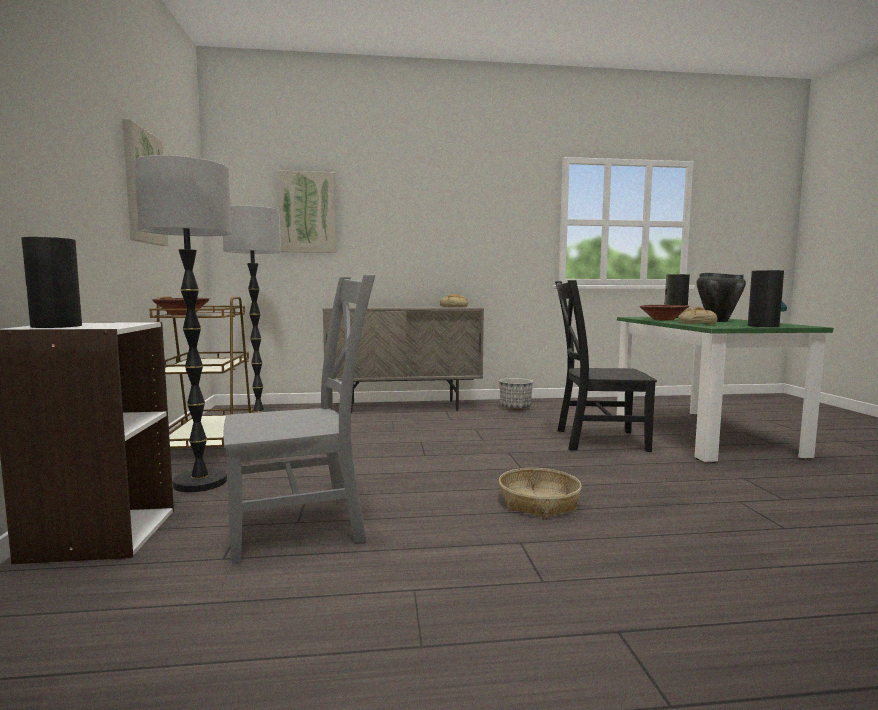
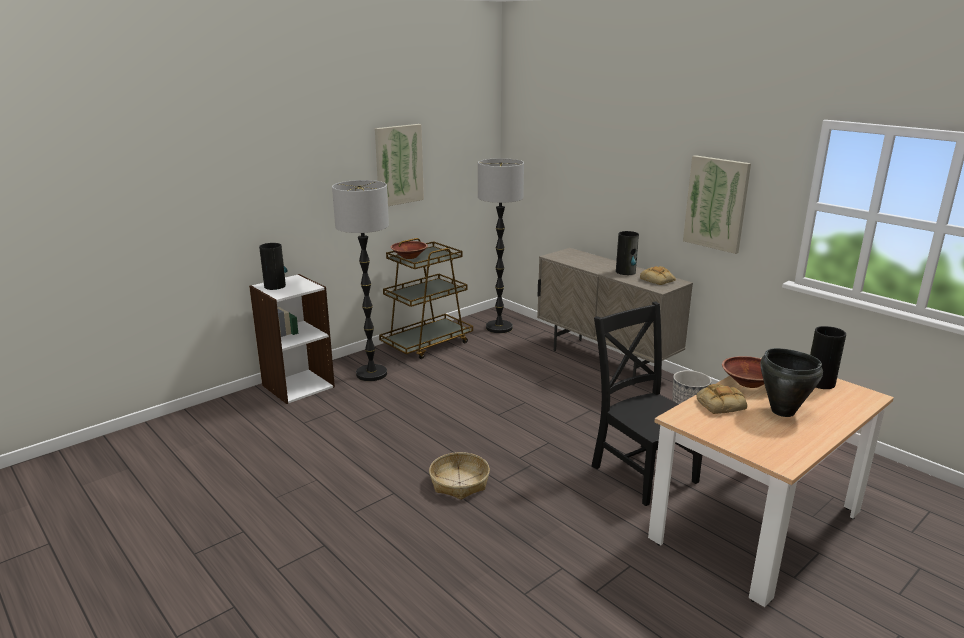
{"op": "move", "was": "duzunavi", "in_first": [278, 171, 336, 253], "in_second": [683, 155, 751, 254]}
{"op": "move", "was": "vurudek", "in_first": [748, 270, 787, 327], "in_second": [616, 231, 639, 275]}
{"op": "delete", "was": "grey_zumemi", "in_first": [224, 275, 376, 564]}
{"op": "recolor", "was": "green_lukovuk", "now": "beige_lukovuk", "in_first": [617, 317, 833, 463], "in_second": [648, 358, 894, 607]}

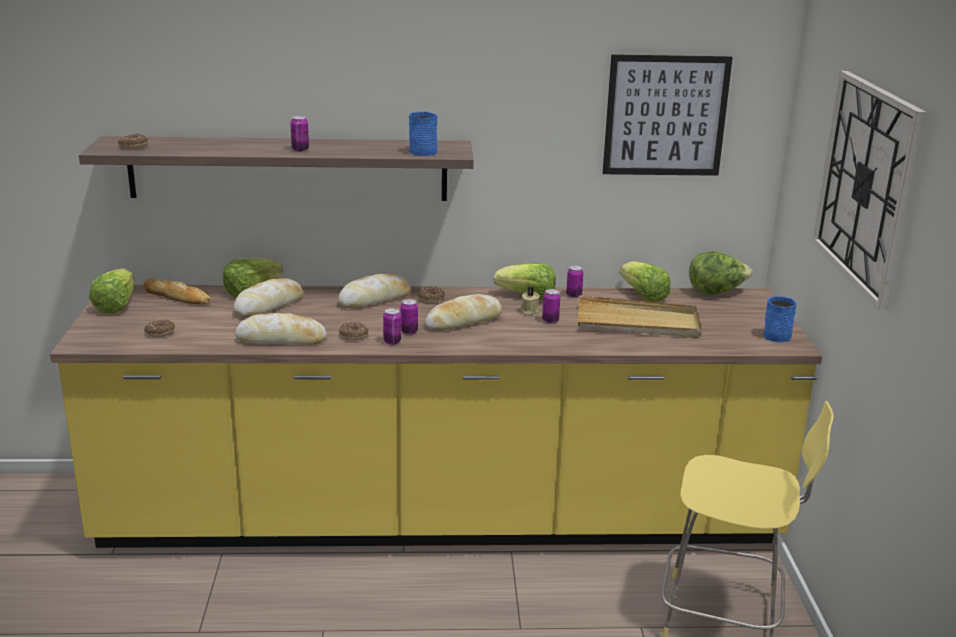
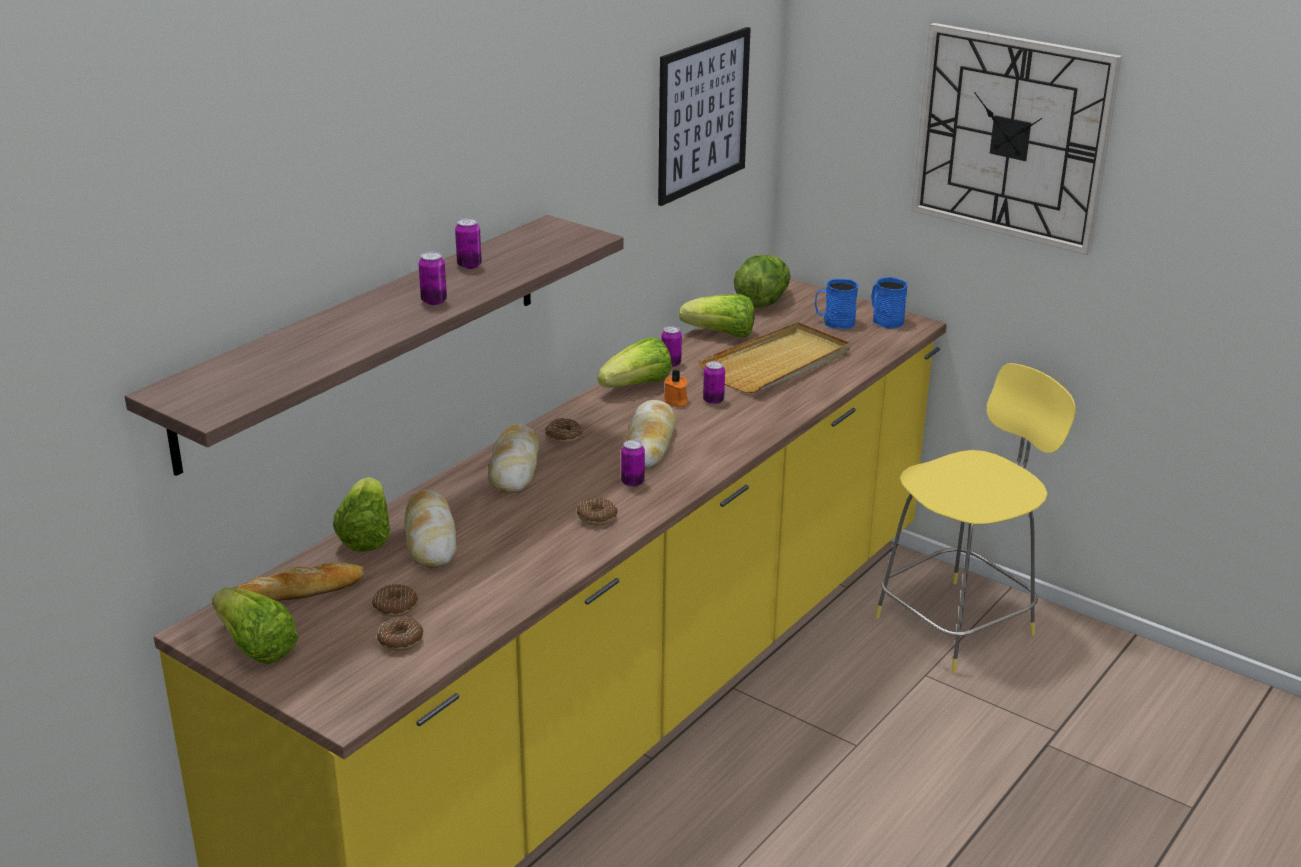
{"op": "move", "was": "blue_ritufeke", "in_first": [409, 111, 437, 156], "in_second": [815, 279, 859, 329]}
{"op": "move", "was": "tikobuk", "in_first": [118, 134, 148, 149], "in_second": [372, 584, 418, 617]}
{"op": "recolor", "was": "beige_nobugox", "now": "orange_nobugox", "in_first": [520, 287, 540, 316], "in_second": [663, 370, 688, 407]}
{"op": "move", "was": "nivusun", "in_first": [383, 308, 401, 345], "in_second": [455, 218, 482, 269]}
{"op": "delete", "was": "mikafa", "in_first": [235, 313, 327, 345]}

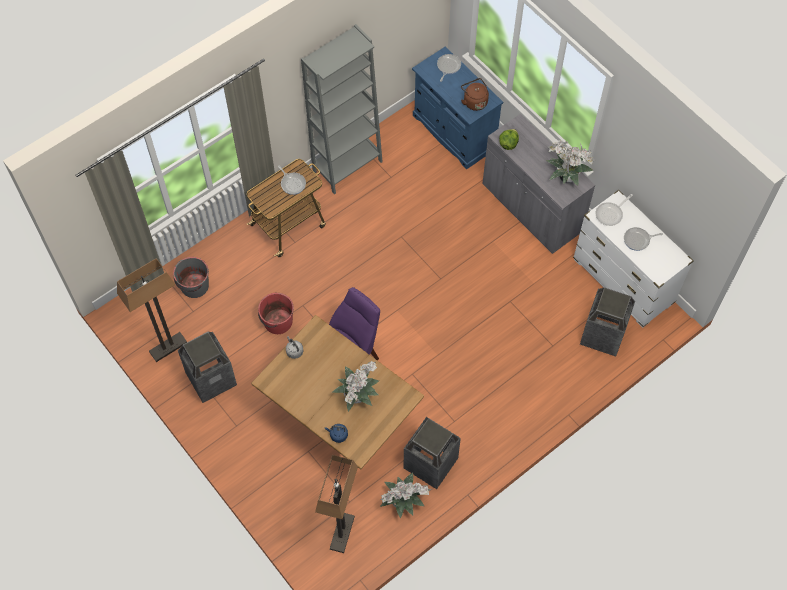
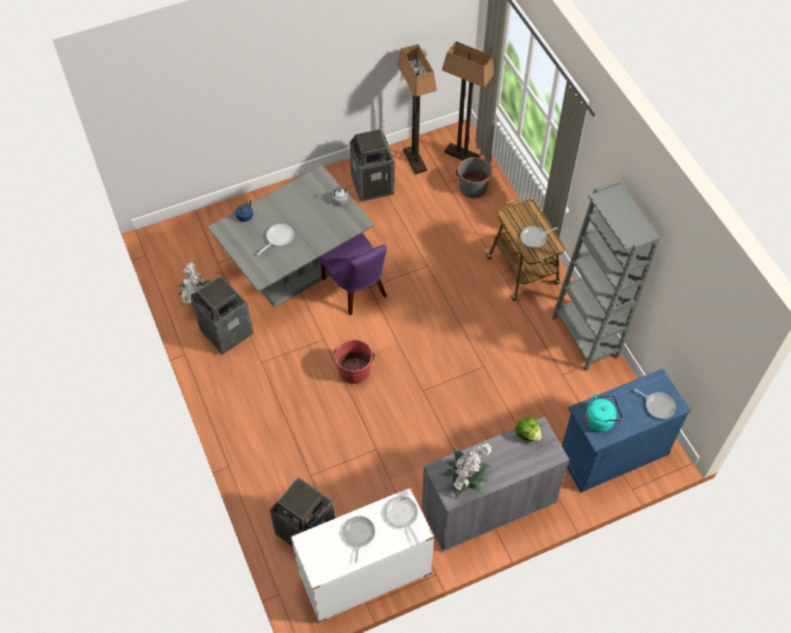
{"op": "recolor", "was": "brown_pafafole", "now": "turquoise_pafafole", "in_first": [461, 78, 489, 111], "in_second": [585, 394, 622, 432]}
{"op": "move", "was": "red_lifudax", "in_first": [258, 292, 294, 334], "in_second": [334, 339, 375, 384]}
{"op": "recolor", "was": "brown_lukovuk", "now": "grey_lukovuk", "in_first": [251, 315, 424, 469], "in_second": [208, 165, 374, 308]}
{"op": "replace", "was": "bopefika", "now": "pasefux", "in_first": [333, 361, 379, 412], "in_second": [257, 223, 294, 255]}
{"op": "move", "was": "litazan", "in_first": [315, 455, 358, 553], "in_second": [442, 41, 494, 161]}

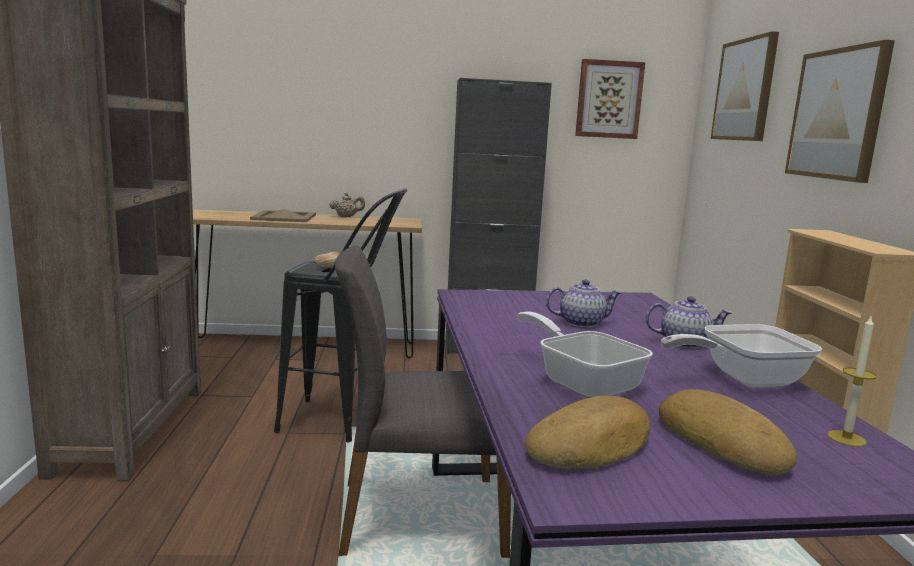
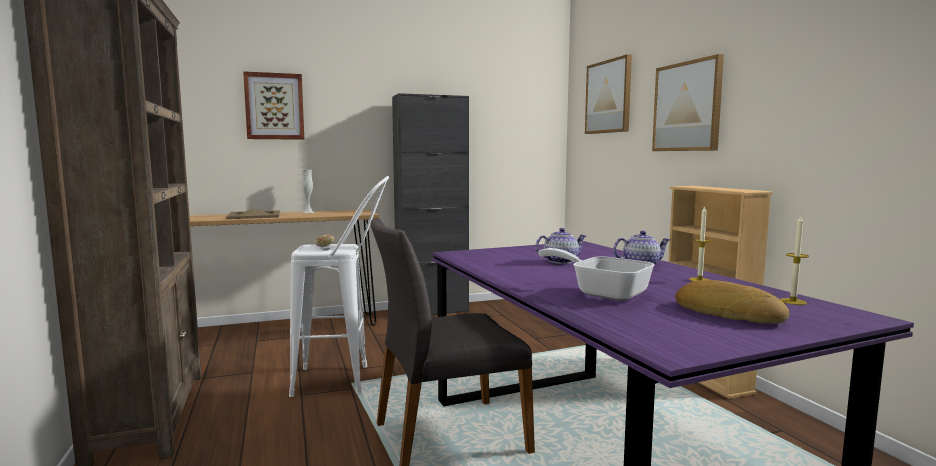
{"op": "move", "was": "duzunavi", "in_first": [575, 59, 645, 139], "in_second": [243, 71, 304, 140]}
{"op": "recolor", "was": "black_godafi", "now": "white_godafi", "in_first": [274, 188, 407, 442], "in_second": [289, 176, 389, 397]}
{"op": "replace", "was": "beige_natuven", "now": "white_vurudek", "in_first": [329, 192, 365, 217], "in_second": [301, 170, 314, 213]}
{"op": "replace", "was": "pasefux", "now": "nobugox", "in_first": [661, 324, 822, 387], "in_second": [689, 206, 712, 282]}
{"op": "delete", "was": "mikafa", "in_first": [525, 395, 650, 469]}

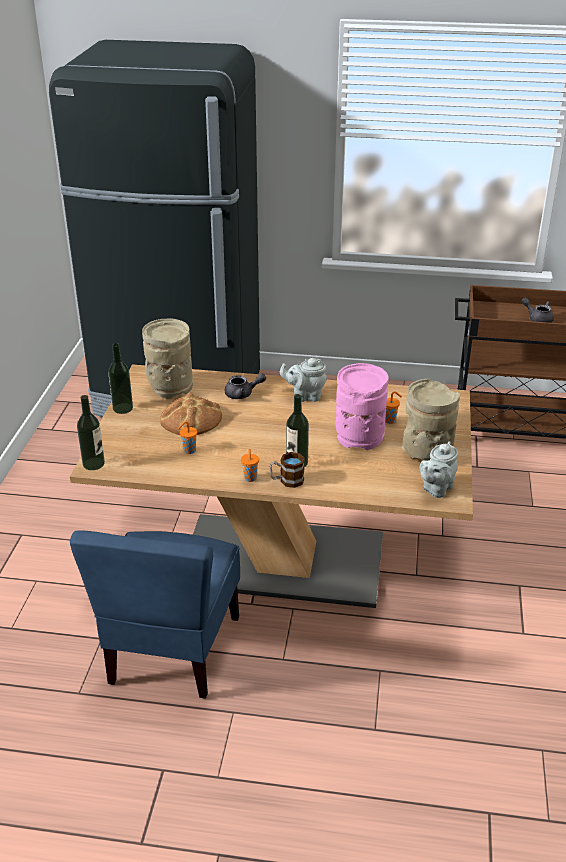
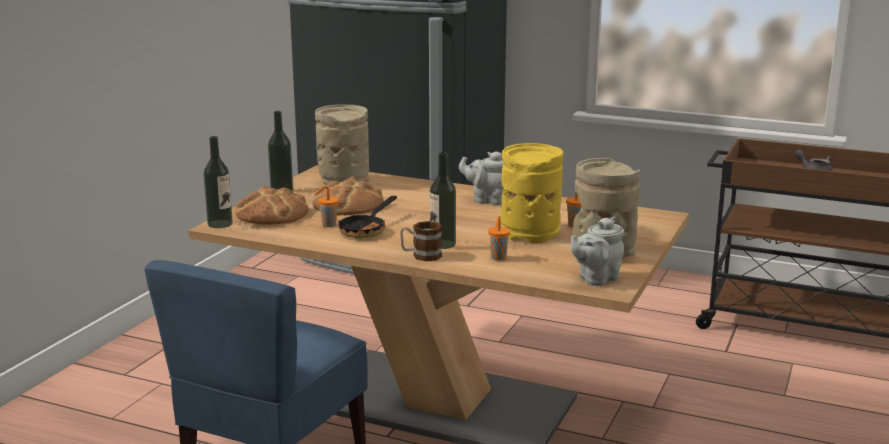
{"op": "recolor", "was": "pink_vurudek", "now": "yellow_vurudek", "in_first": [335, 363, 389, 450], "in_second": [501, 143, 563, 244]}
{"op": "delete", "was": "grey_natuven", "in_first": [225, 374, 266, 399]}
{"op": "move", "was": "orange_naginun", "in_first": [241, 449, 259, 482], "in_second": [488, 216, 510, 260]}
{"op": "insert", "now": "mikafa", "in_second": [236, 185, 309, 224]}
{"op": "insert", "now": "pasefux", "in_second": [338, 196, 397, 239]}

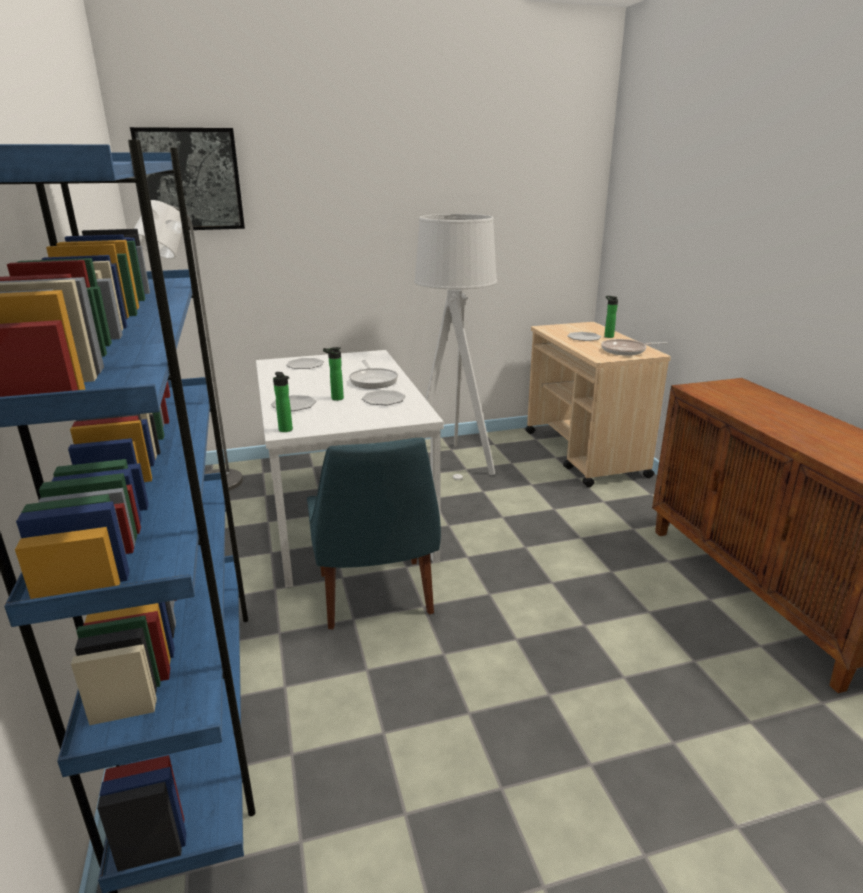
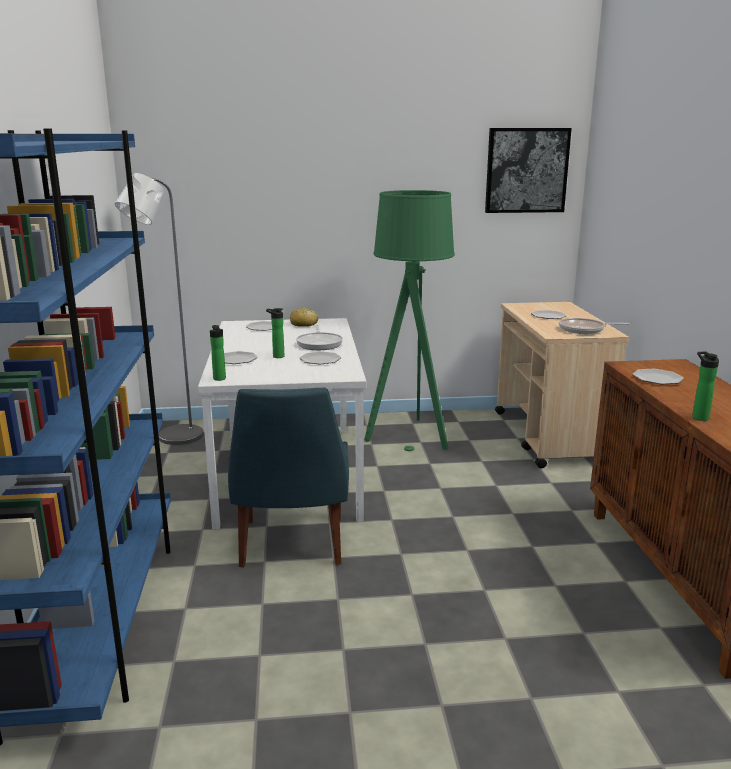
{"op": "move", "was": "duzunavi", "in_first": [130, 127, 245, 231], "in_second": [485, 128, 572, 213]}
{"op": "recolor", "was": "grey_litazan", "now": "green_litazan", "in_first": [414, 214, 497, 480], "in_second": [364, 190, 455, 451]}
{"op": "move", "was": "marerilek", "in_first": [604, 296, 618, 338], "in_second": [692, 351, 719, 421]}
{"op": "insert", "now": "mikafa", "in_second": [290, 307, 318, 327]}
{"op": "insert", "now": "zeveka", "in_second": [632, 369, 684, 384]}

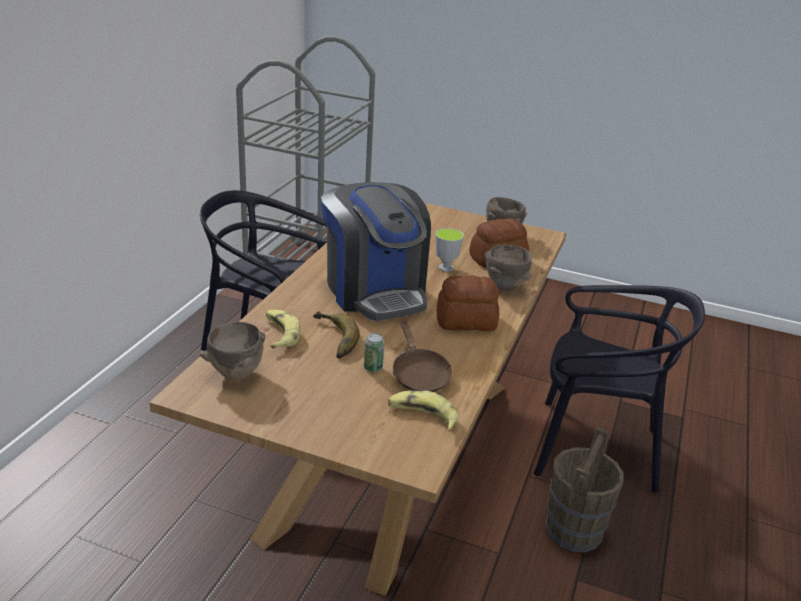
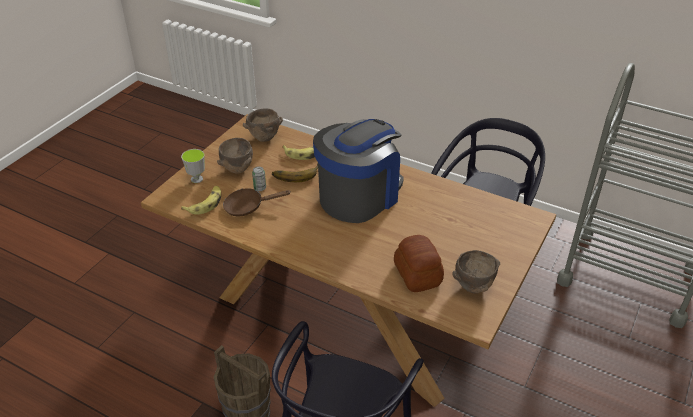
{"op": "rotate", "was": "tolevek", "in_first": [321, 182, 431, 321], "in_second": [313, 119, 404, 223], "clockwise": 150}
{"op": "move", "was": "naginun", "in_first": [435, 228, 464, 272], "in_second": [181, 149, 205, 183]}
{"op": "move", "was": "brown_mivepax", "in_first": [485, 245, 532, 291], "in_second": [217, 138, 253, 174]}
{"op": "delete", "was": "mikafa", "in_first": [437, 275, 499, 331]}

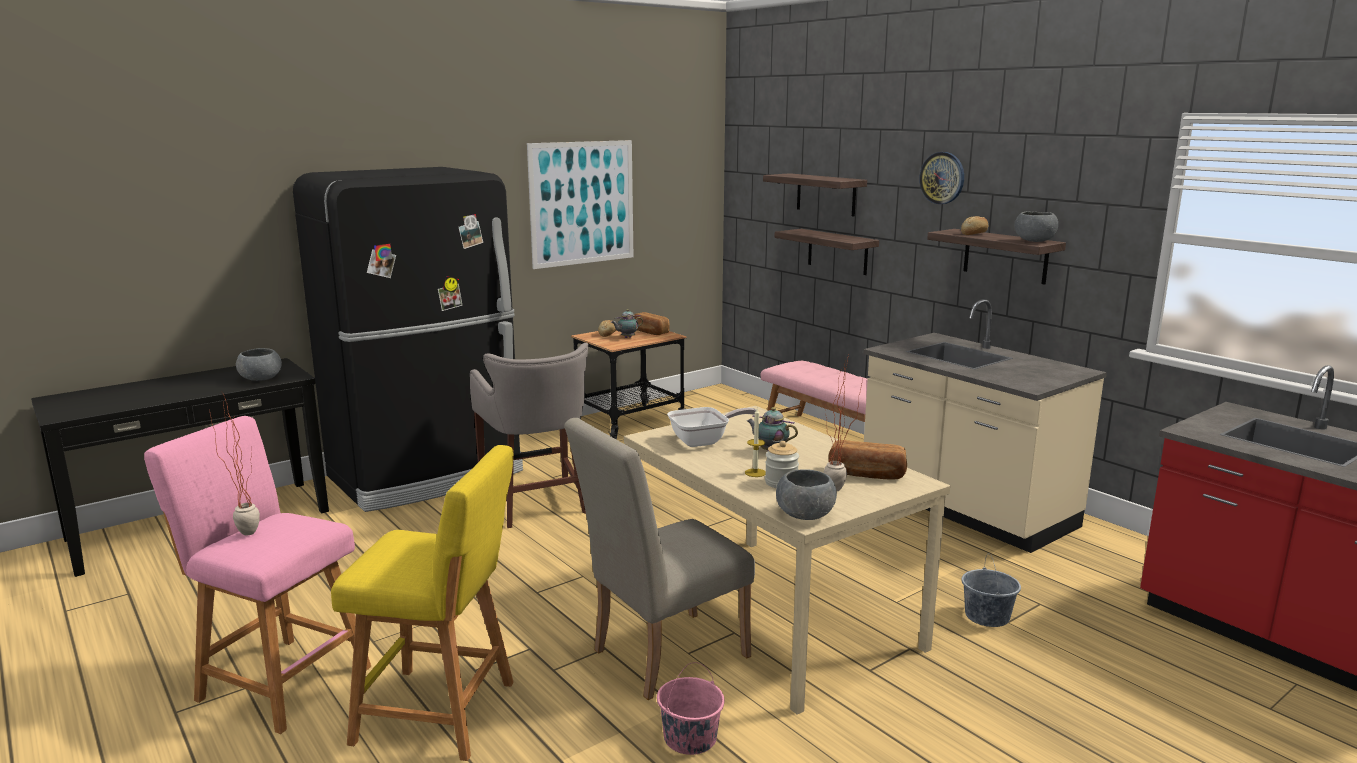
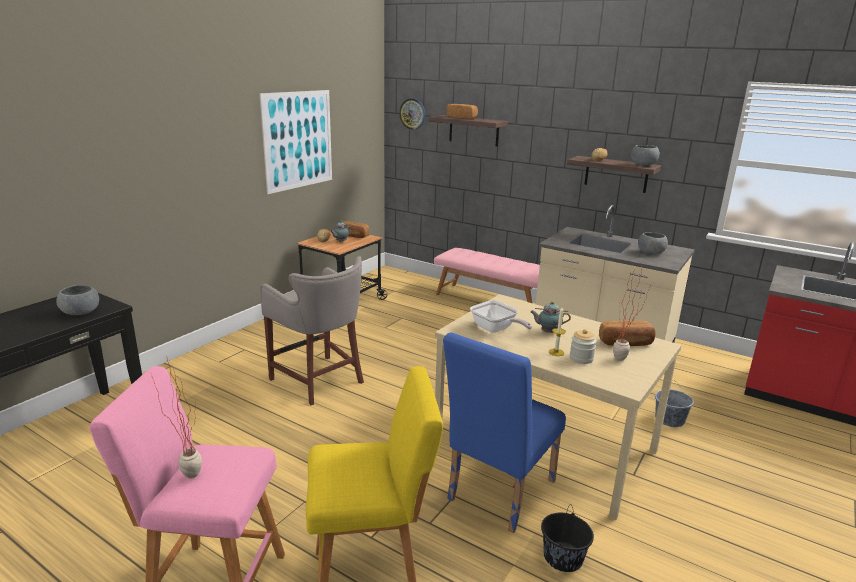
{"op": "move", "was": "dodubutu", "in_first": [919, 152, 964, 204], "in_second": [399, 98, 425, 130]}
{"op": "delete", "was": "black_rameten", "in_first": [293, 167, 523, 512]}
{"op": "delete", "was": "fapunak", "in_first": [774, 229, 879, 275]}
{"op": "rotate", "was": "pasefux", "in_first": [667, 407, 756, 447], "in_second": [470, 300, 532, 333], "clockwise": 90}
{"op": "recolor", "was": "beige_zumemi", "now": "blue_zumemi", "in_first": [564, 418, 755, 700], "in_second": [443, 332, 566, 533]}
{"op": "move", "was": "grey_mivepax", "in_first": [776, 469, 837, 520], "in_second": [638, 232, 668, 255]}
{"op": "recolor", "was": "pink_lifudax", "now": "black_lifudax", "in_first": [657, 662, 725, 755], "in_second": [541, 504, 594, 572]}
{"op": "insert", "now": "mikafa", "in_second": [447, 104, 478, 119]}

